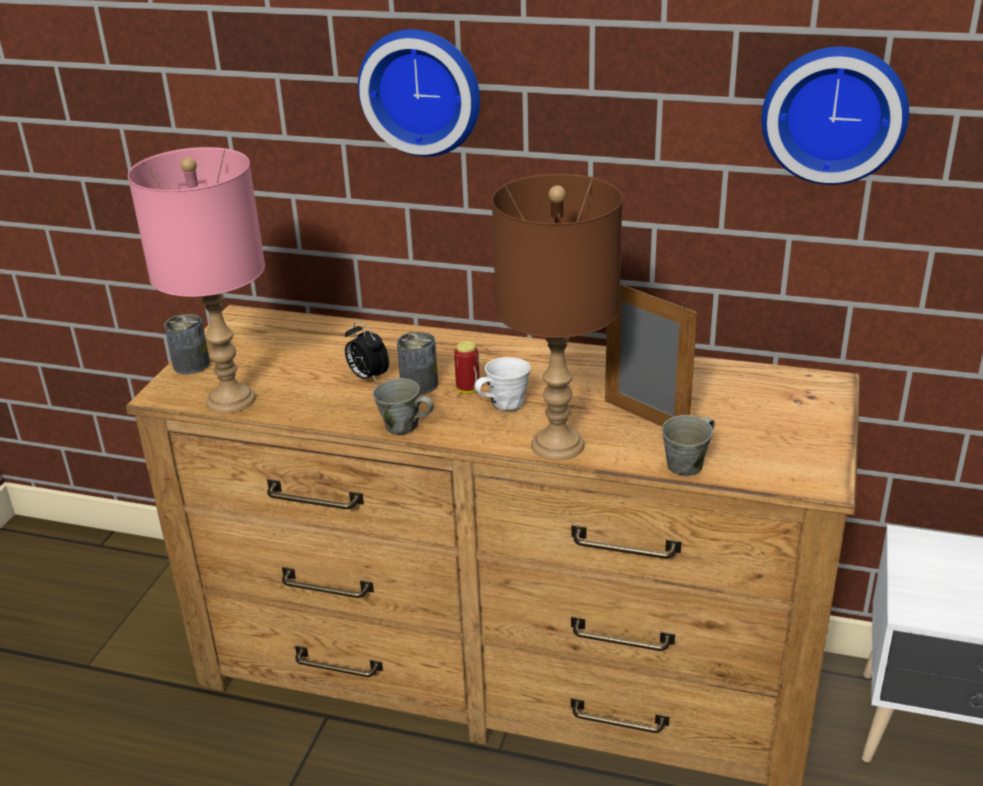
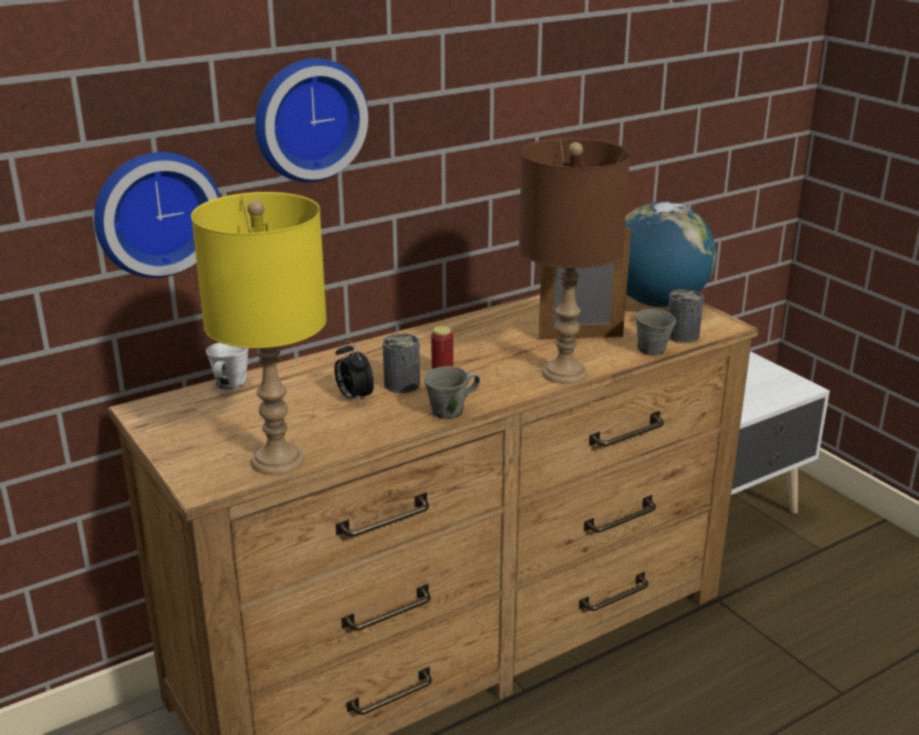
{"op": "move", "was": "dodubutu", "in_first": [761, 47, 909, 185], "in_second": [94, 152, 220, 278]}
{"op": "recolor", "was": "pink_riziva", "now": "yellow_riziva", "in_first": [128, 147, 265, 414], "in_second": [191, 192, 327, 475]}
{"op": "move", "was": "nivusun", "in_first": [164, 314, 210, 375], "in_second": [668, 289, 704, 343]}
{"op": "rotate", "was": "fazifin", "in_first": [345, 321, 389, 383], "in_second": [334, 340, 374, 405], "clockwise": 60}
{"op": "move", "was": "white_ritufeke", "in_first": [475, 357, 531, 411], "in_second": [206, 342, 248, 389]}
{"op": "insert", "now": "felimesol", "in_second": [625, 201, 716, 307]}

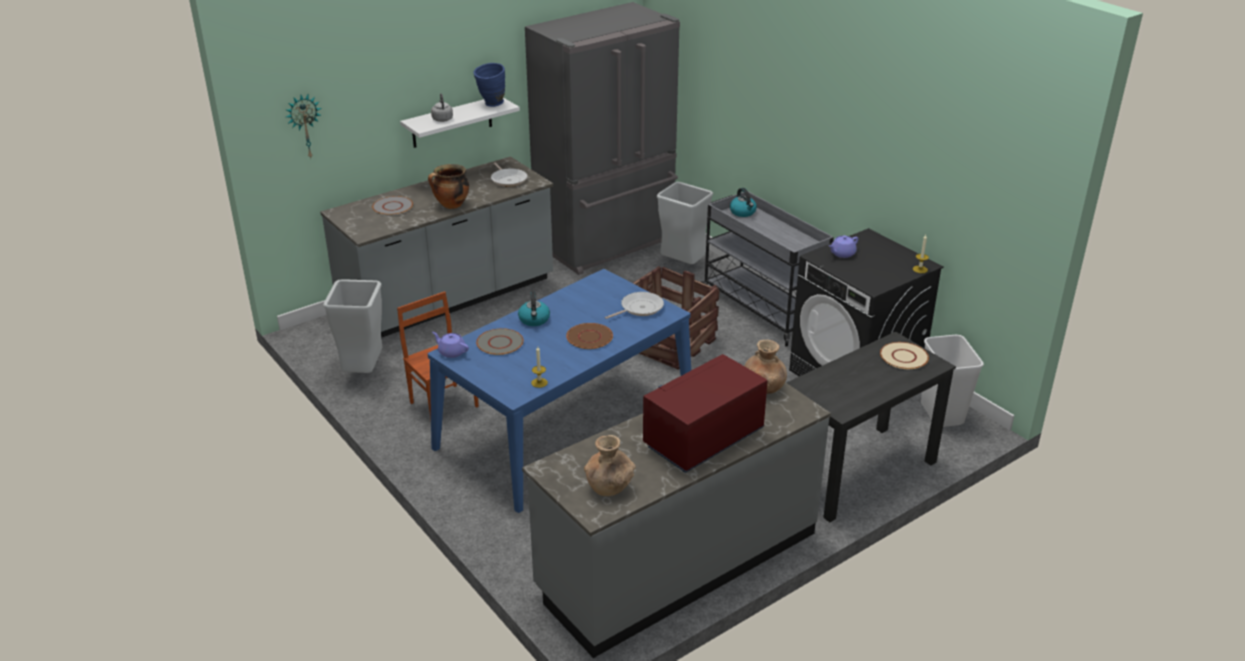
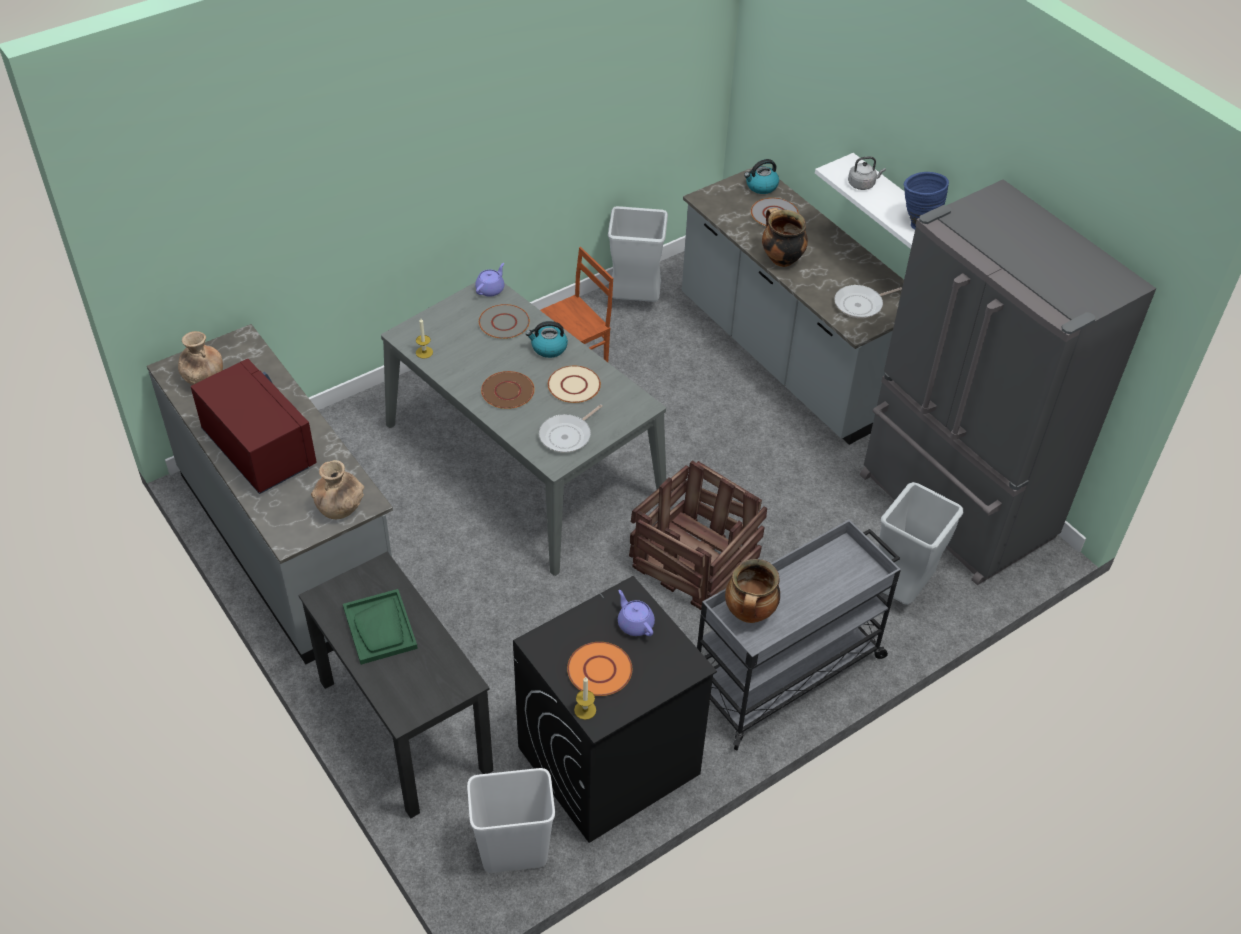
{"op": "delete", "was": "dodubutu", "in_first": [286, 95, 322, 158]}
{"op": "move", "was": "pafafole", "in_first": [730, 188, 757, 217], "in_second": [744, 159, 779, 194]}
{"op": "recolor", "was": "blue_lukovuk", "now": "grey_lukovuk", "in_first": [428, 269, 691, 513], "in_second": [381, 282, 666, 576]}
{"op": "rotate", "was": "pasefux", "in_first": [605, 292, 664, 319], "in_second": [539, 404, 602, 453], "clockwise": 75}
{"op": "move", "was": "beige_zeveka", "in_first": [880, 342, 929, 369], "in_second": [548, 366, 601, 403]}
{"op": "insert", "now": "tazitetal", "in_second": [725, 559, 780, 623]}
{"op": "insert", "now": "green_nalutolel", "in_second": [343, 589, 418, 665]}
{"op": "insert", "now": "orange_zeveka", "in_second": [567, 642, 632, 696]}

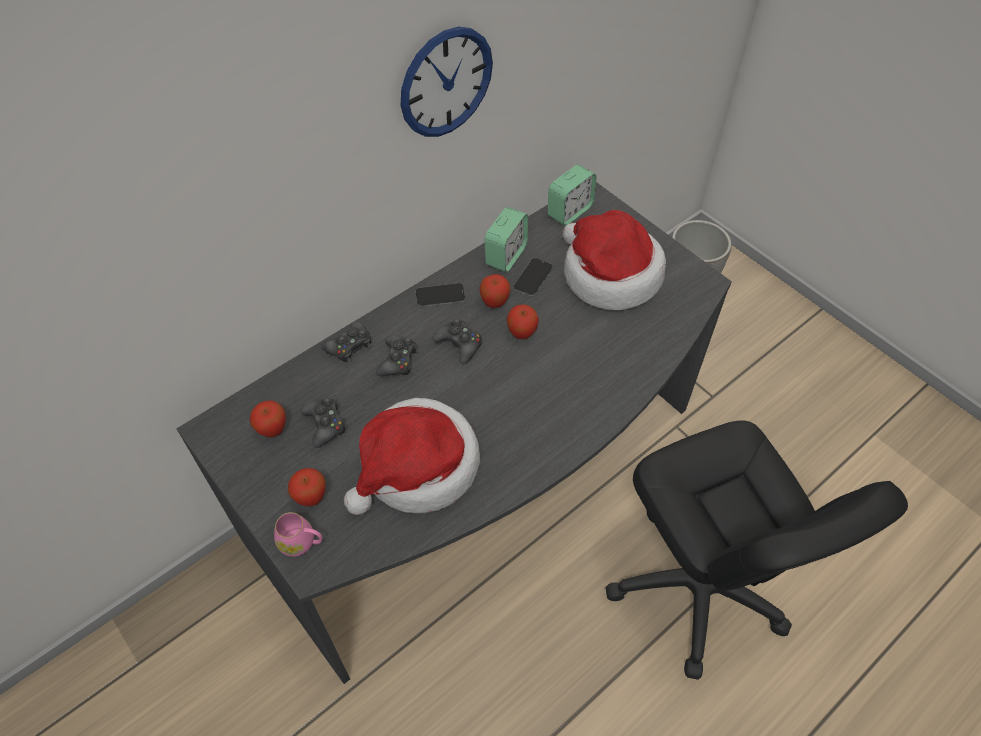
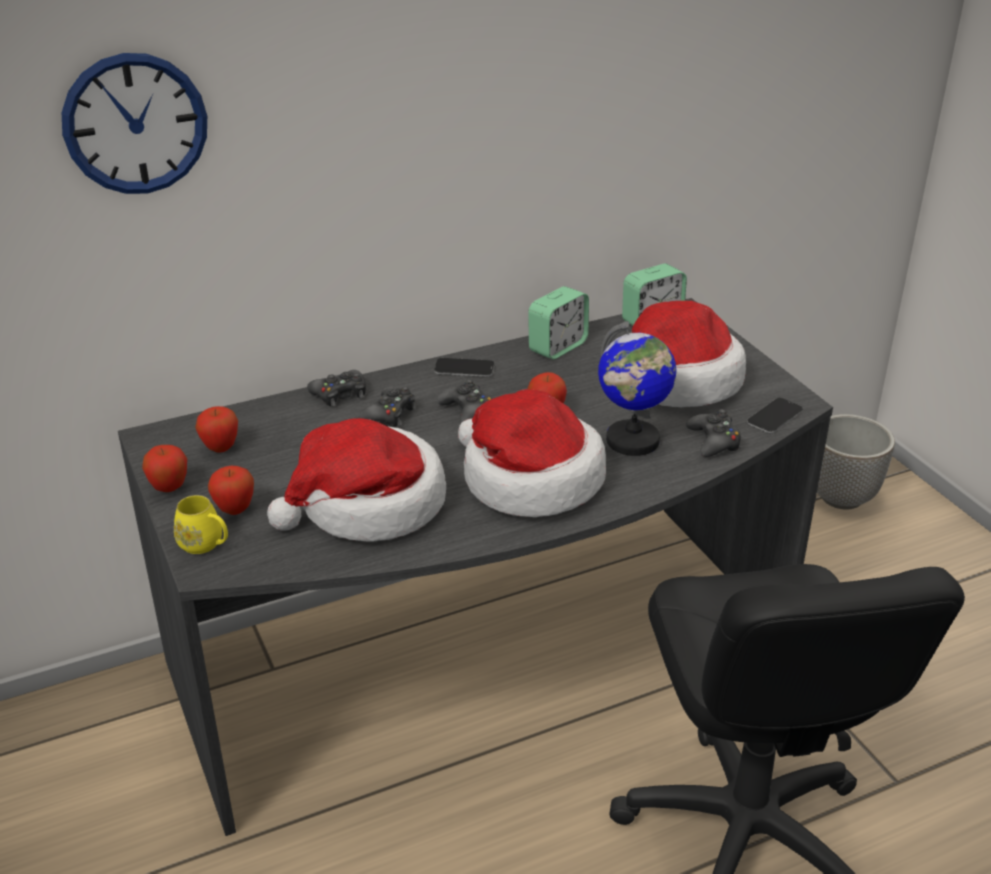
{"op": "move", "was": "dodubutu", "in_first": [401, 26, 493, 137], "in_second": [62, 53, 207, 194]}
{"op": "move", "was": "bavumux", "in_first": [514, 258, 553, 296], "in_second": [747, 398, 803, 433]}
{"op": "move", "was": "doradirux", "in_first": [480, 274, 511, 308], "in_second": [142, 445, 187, 492]}
{"op": "move", "was": "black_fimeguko", "in_first": [301, 397, 347, 448], "in_second": [686, 409, 741, 457]}
{"op": "recolor", "was": "pink_ritufeke", "now": "yellow_ritufeke", "in_first": [274, 512, 323, 557], "in_second": [174, 495, 228, 554]}
{"op": "insert", "now": "felimesol", "in_second": [598, 321, 676, 456]}
{"op": "insert", "now": "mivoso", "in_second": [458, 389, 606, 517]}

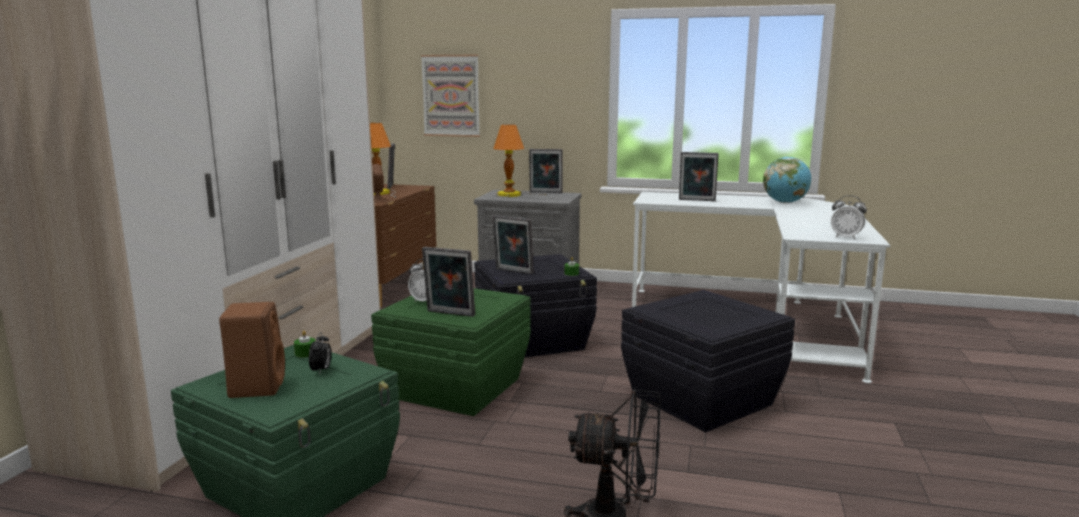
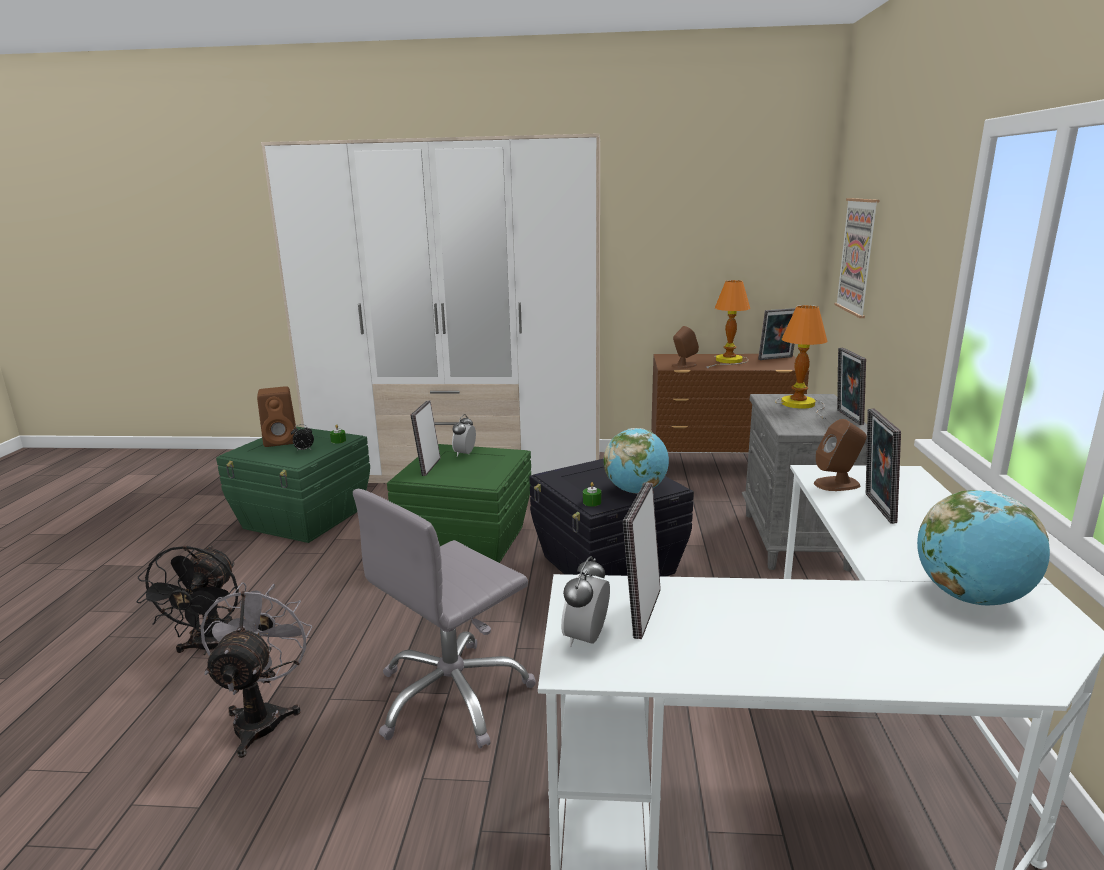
{"op": "move", "was": "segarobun", "in_first": [492, 215, 534, 274], "in_second": [623, 482, 661, 639]}
{"op": "replace", "was": "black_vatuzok", "now": "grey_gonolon", "in_first": [621, 290, 795, 432], "in_second": [353, 489, 536, 748]}
{"op": "insert", "now": "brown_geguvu", "in_second": [814, 419, 867, 491]}
{"op": "insert", "now": "felimesol", "in_second": [604, 428, 669, 493]}
{"op": "insert", "now": "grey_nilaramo", "in_second": [200, 582, 313, 758]}

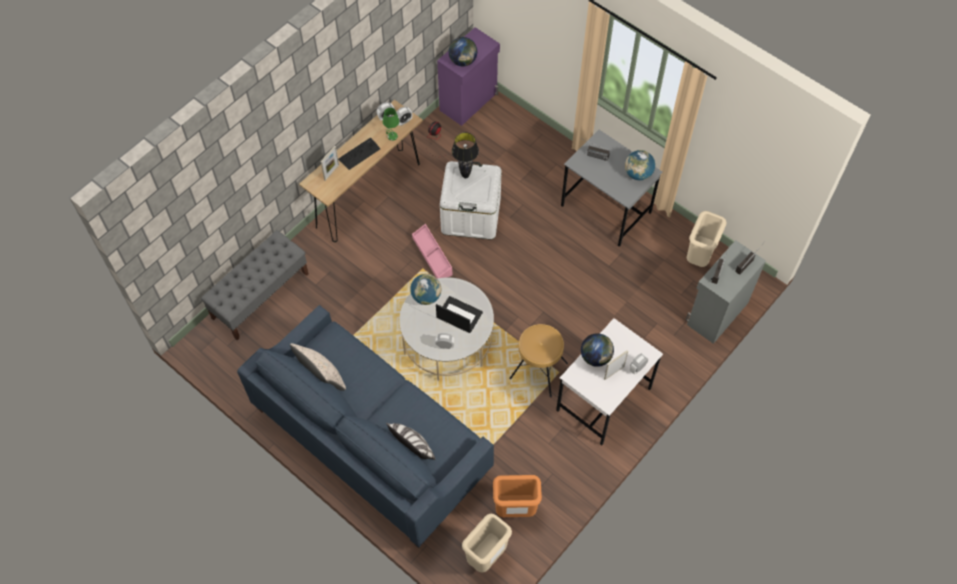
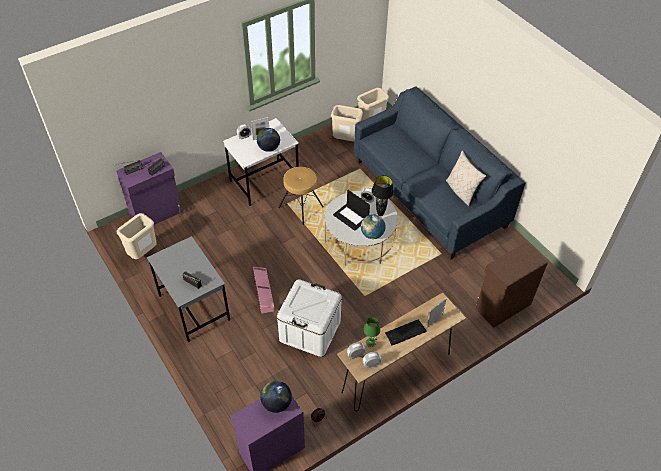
{"op": "move", "was": "black_riziva", "in_first": [452, 132, 479, 178], "in_second": [372, 175, 394, 216]}
{"op": "delete", "was": "felimesol", "in_first": [625, 150, 655, 180]}
{"op": "move", "was": "pink_vatuzok", "in_first": [412, 224, 452, 278], "in_second": [253, 267, 275, 314]}
{"op": "replace", "was": "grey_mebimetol", "now": "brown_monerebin", "in_first": [201, 230, 309, 340], "in_second": [475, 242, 548, 328]}
{"op": "recolor", "was": "grey_monerebin", "now": "purple_monerebin", "in_first": [686, 240, 766, 344], "in_second": [116, 152, 182, 225]}
{"op": "delete", "was": "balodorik", "in_first": [386, 423, 435, 460]}
{"op": "recolor", "was": "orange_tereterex", "now": "beige_tereterex", "in_first": [493, 475, 542, 517], "in_second": [331, 105, 363, 141]}

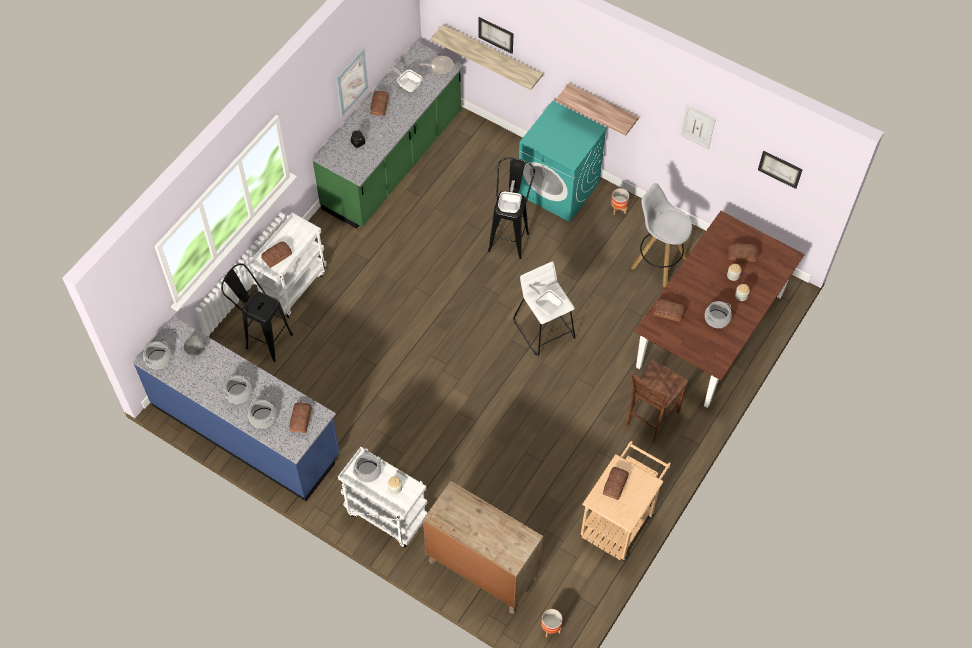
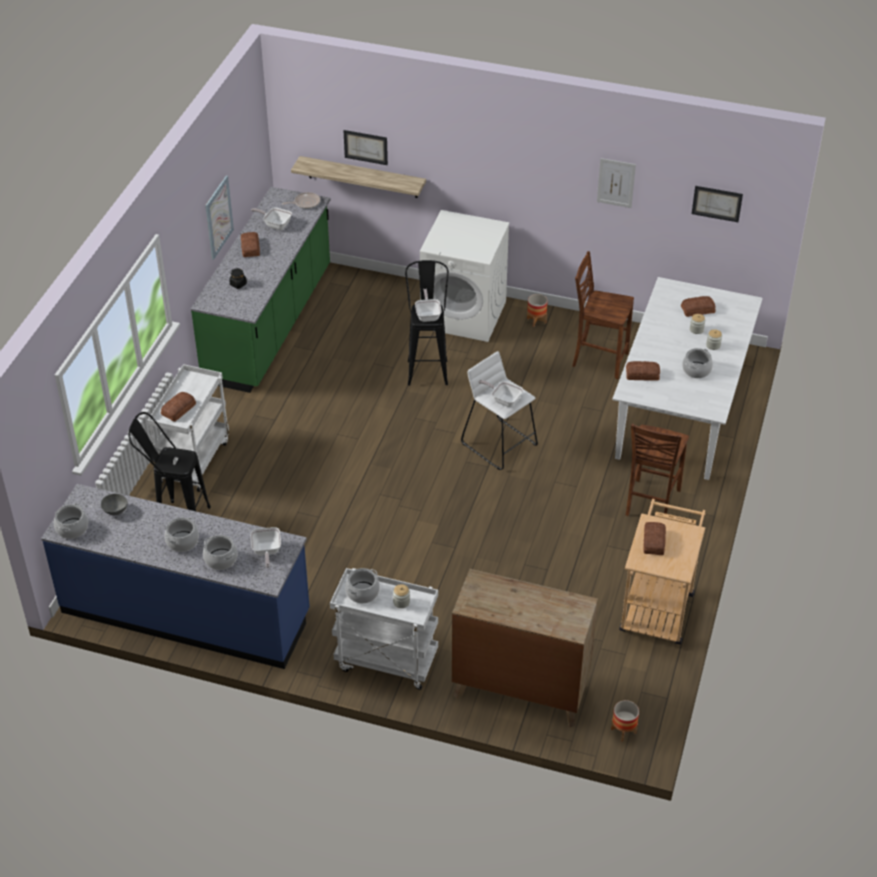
{"op": "delete", "was": "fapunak", "in_first": [556, 83, 639, 136]}
{"op": "recolor", "was": "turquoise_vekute", "now": "white_vekute", "in_first": [518, 101, 607, 222], "in_second": [420, 210, 510, 342]}
{"op": "replace", "was": "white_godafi", "now": "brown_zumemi", "in_first": [631, 183, 692, 287], "in_second": [572, 251, 634, 379]}
{"op": "recolor", "was": "brown_lukovuk", "now": "white_lukovuk", "in_first": [634, 211, 804, 408], "in_second": [612, 277, 763, 480]}
{"op": "replace", "was": "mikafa", "now": "pasefux", "in_first": [289, 402, 312, 433], "in_second": [250, 527, 281, 568]}

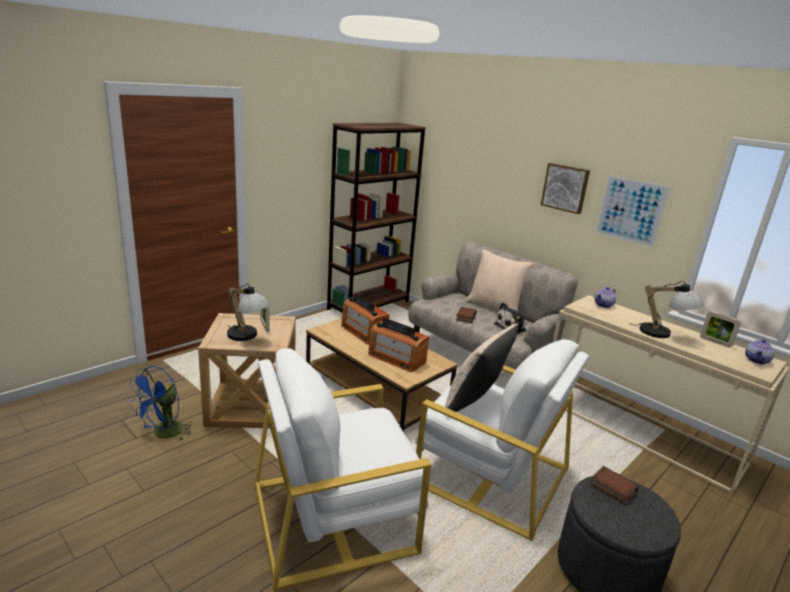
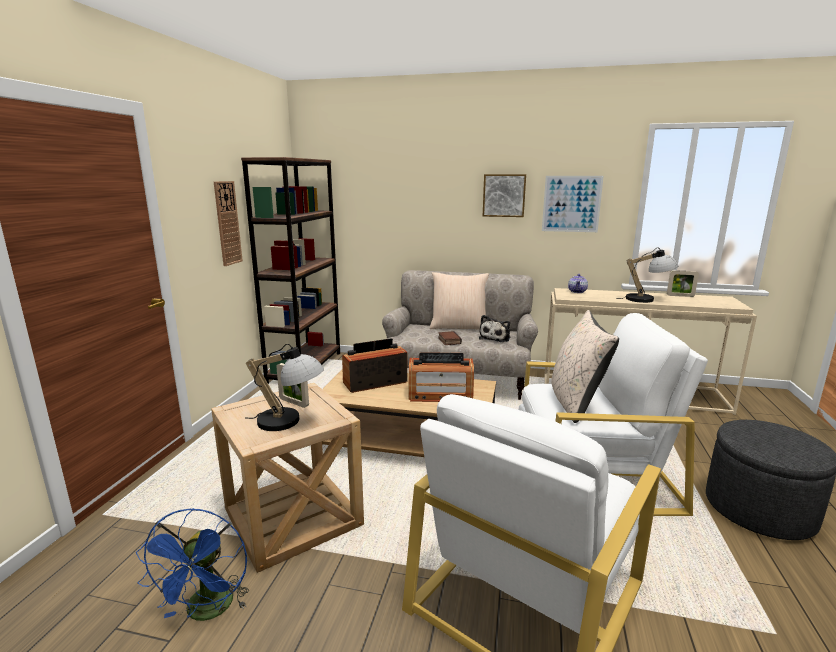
{"op": "rotate", "was": "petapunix", "in_first": [341, 293, 390, 345], "in_second": [342, 338, 408, 393], "clockwise": 135}
{"op": "delete", "was": "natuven", "in_first": [745, 339, 775, 365]}
{"op": "delete", "was": "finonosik", "in_first": [590, 466, 639, 505]}
{"op": "insert", "now": "dodubutu", "in_second": [214, 181, 243, 266]}

